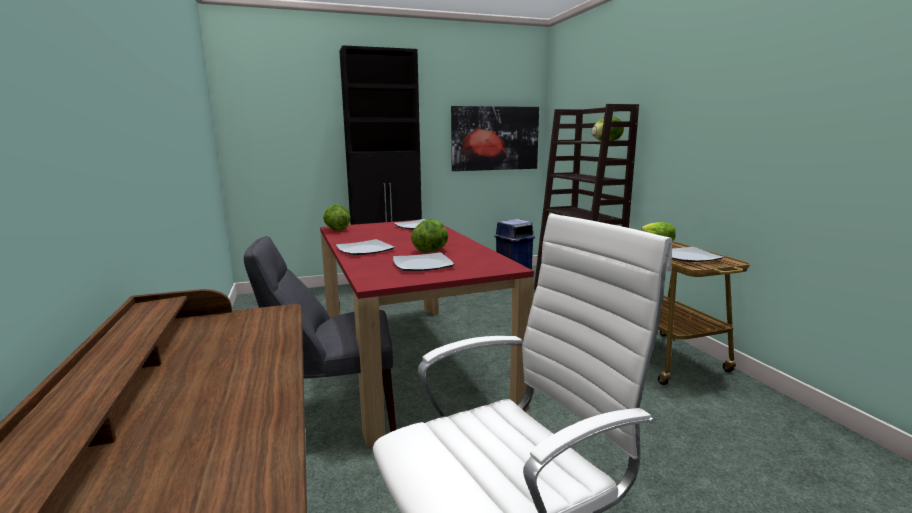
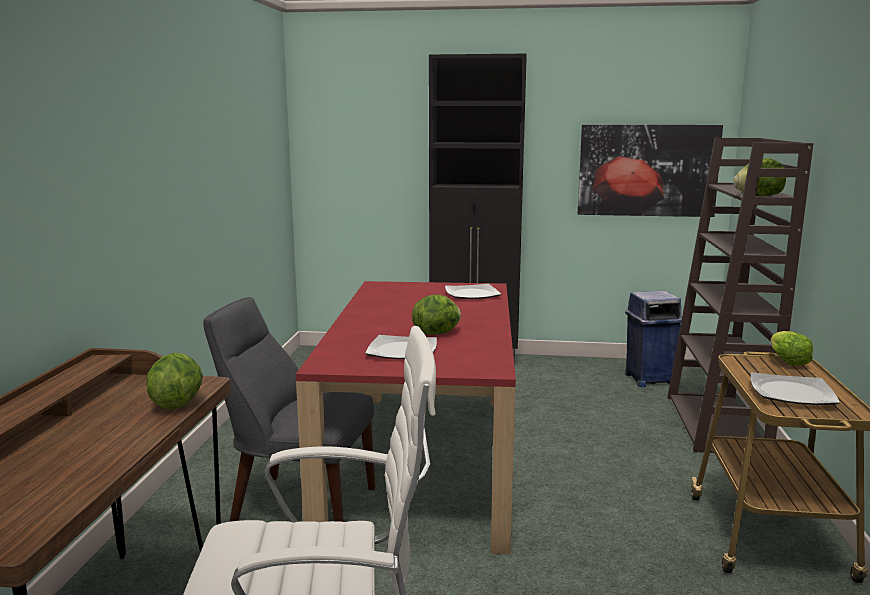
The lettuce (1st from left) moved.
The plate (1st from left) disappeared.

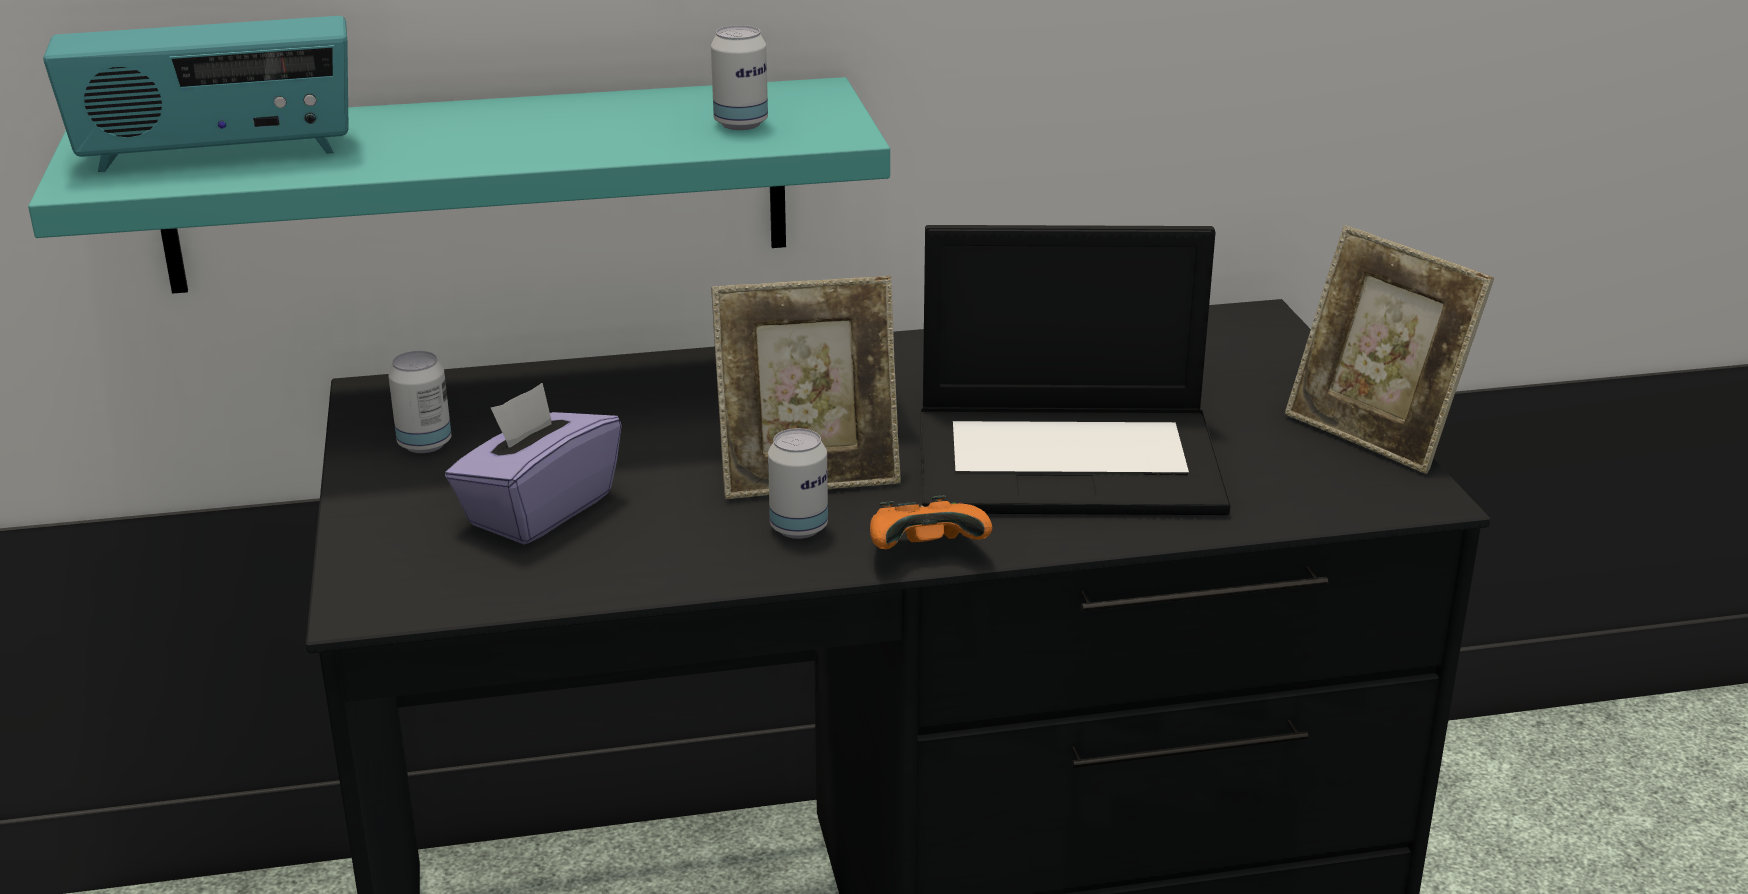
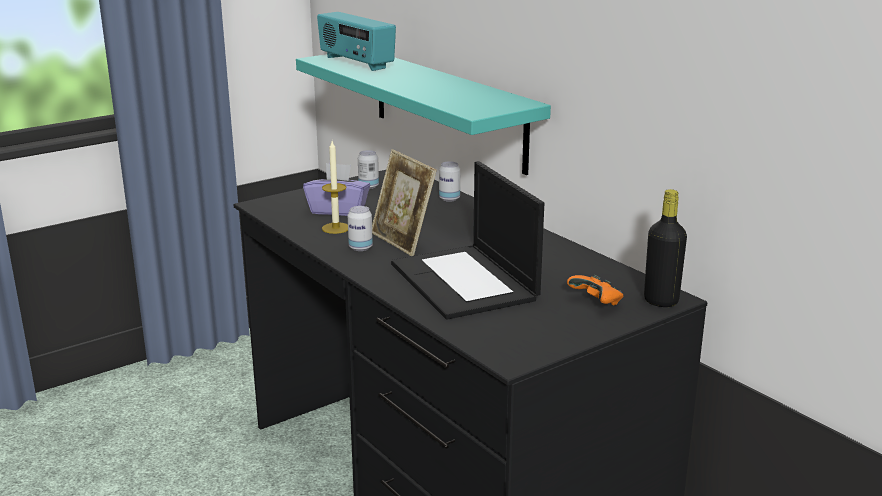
The can (2nd from left in the first image) moved.
The game controller in orange moved.
The picture frame (2nd from left) disappeared.
The candle appeared.
The bottle in black appeared.

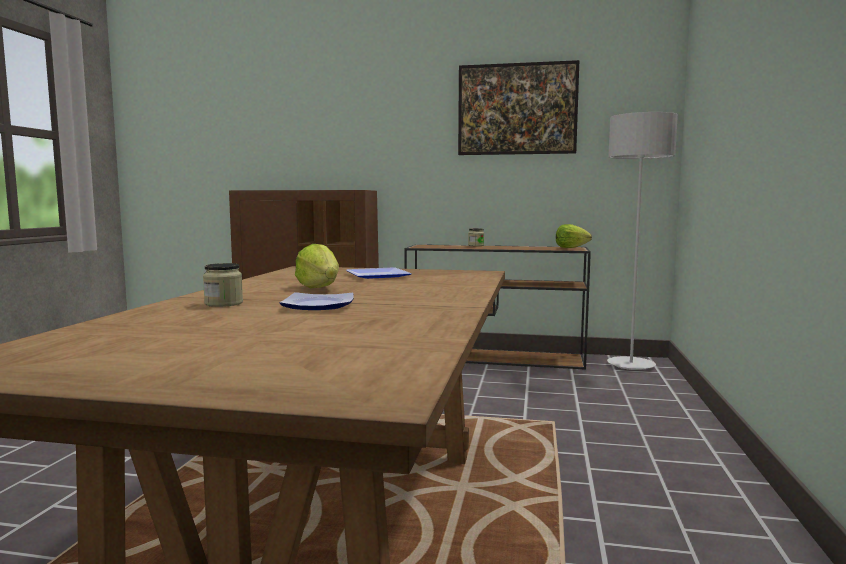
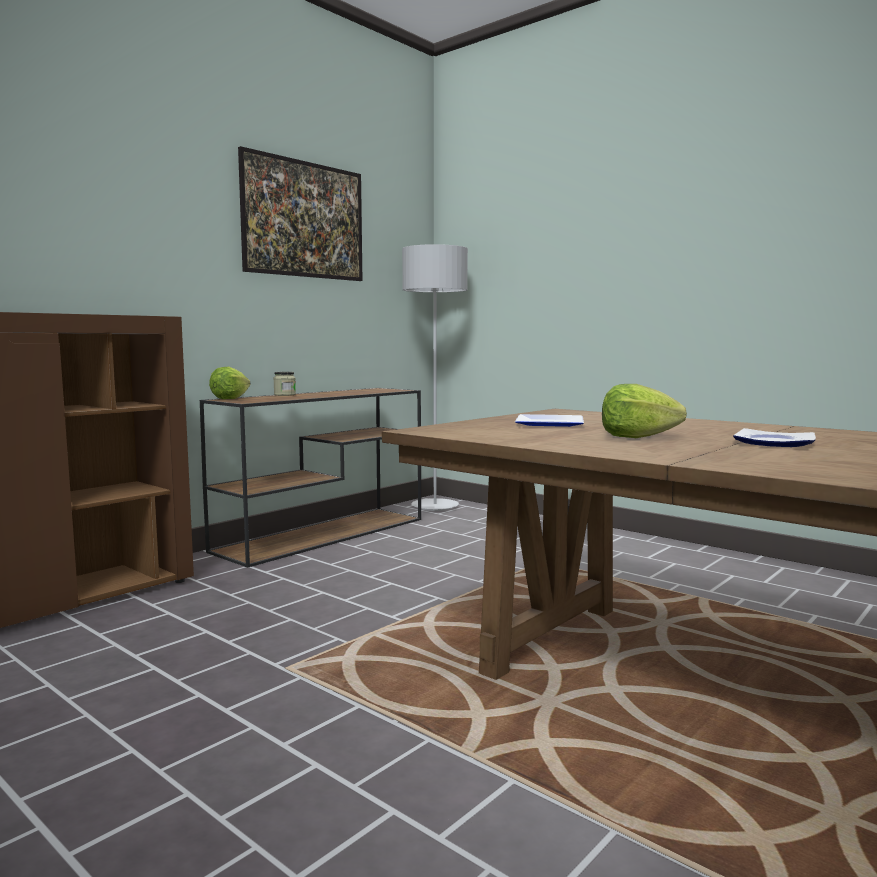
The jar (1st from left) disappeared.
The lettuce (2nd from left in the first image) moved.

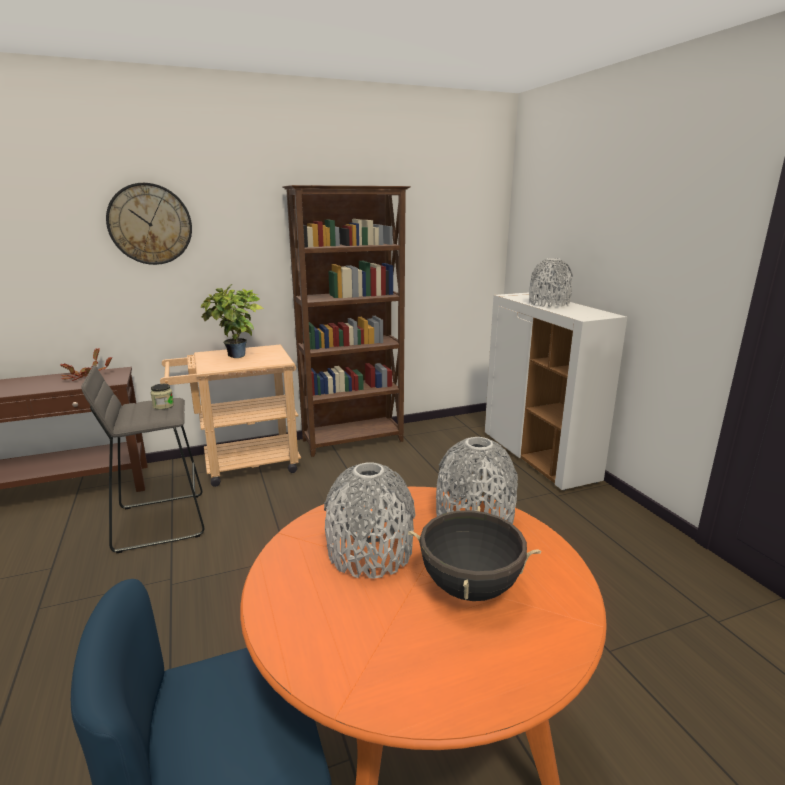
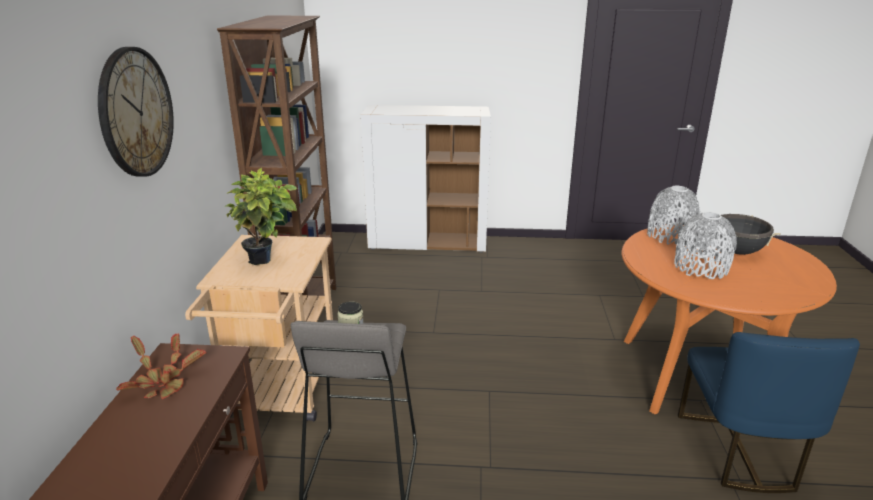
The vase in grey (3rd from left) disappeared.

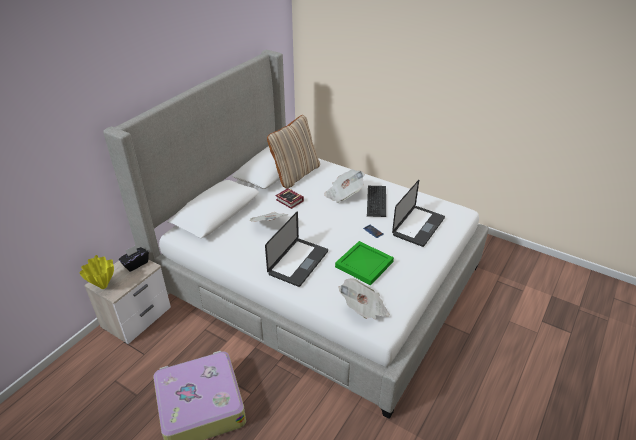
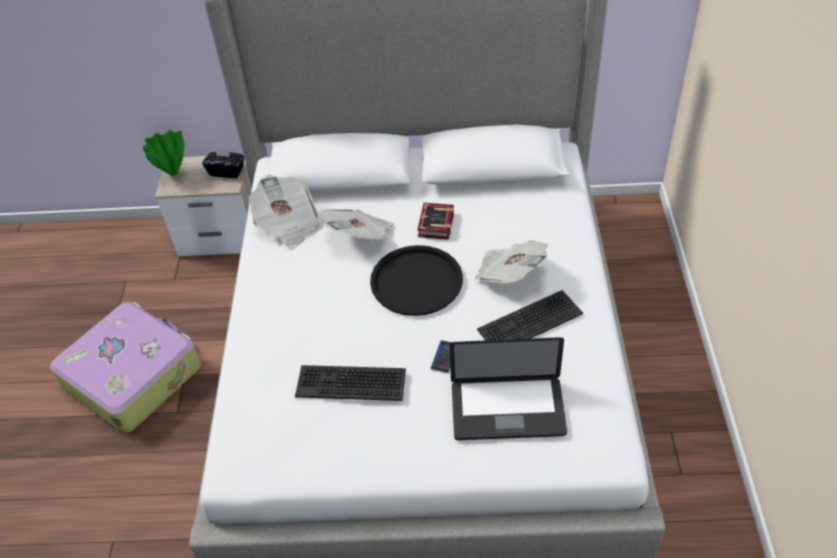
The vase in yellow became the vase in green.
The laptop (1st from left) disappeared.
The pillow in beige disappeared.
The tray in green was replaced by the keyboard (1st from left).
The newspaper (3rd from left in the first image) moved.
The tray in black appeared.

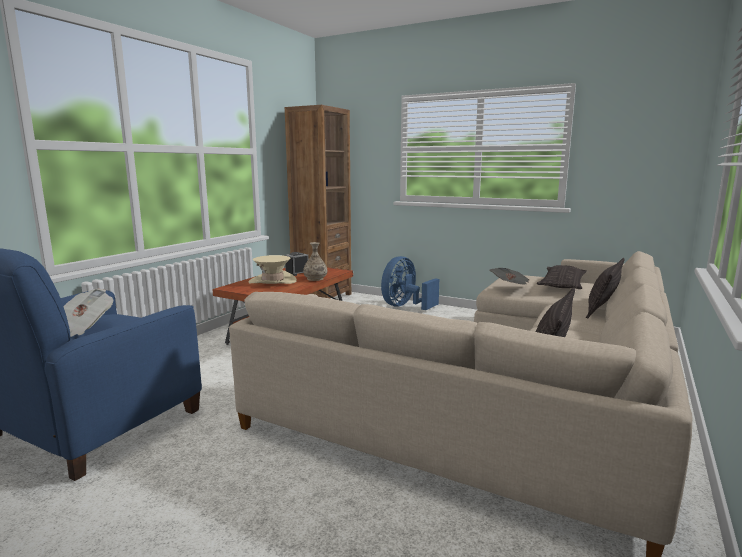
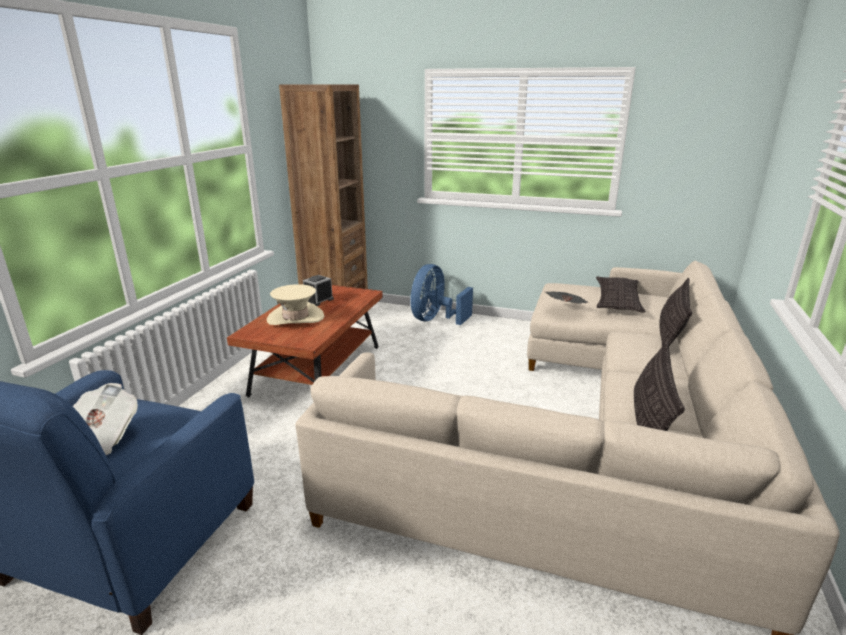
The vase disappeared.

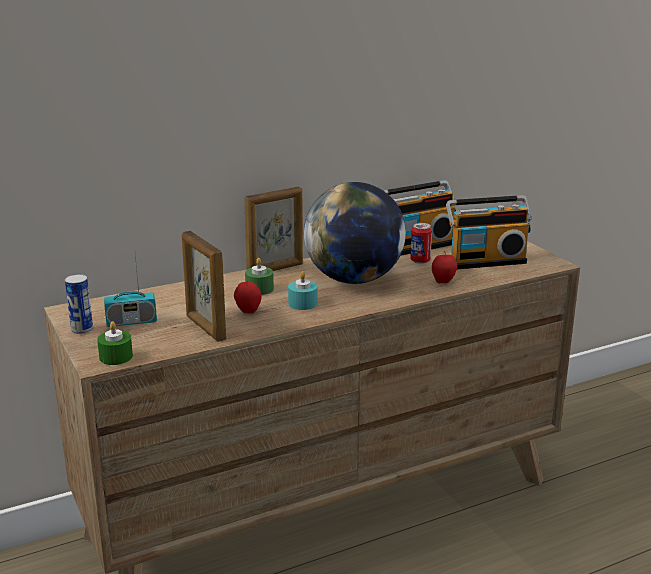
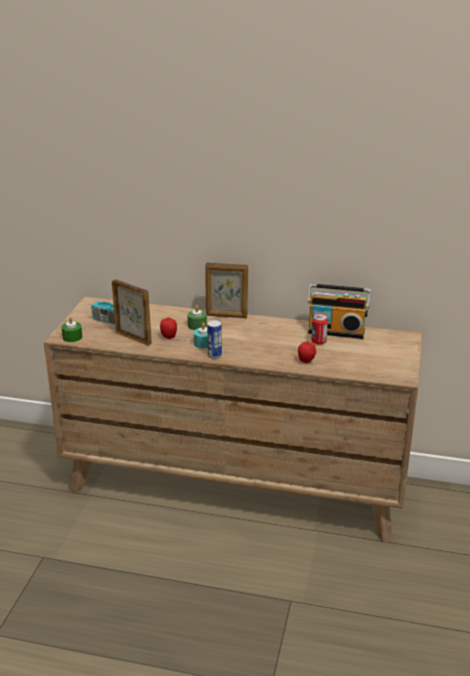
The can (1st from left) moved.
The picture frame (1st from left) turned 120 degrees clockwise.
The globe disappeared.
The radio (3rd from left) disappeared.

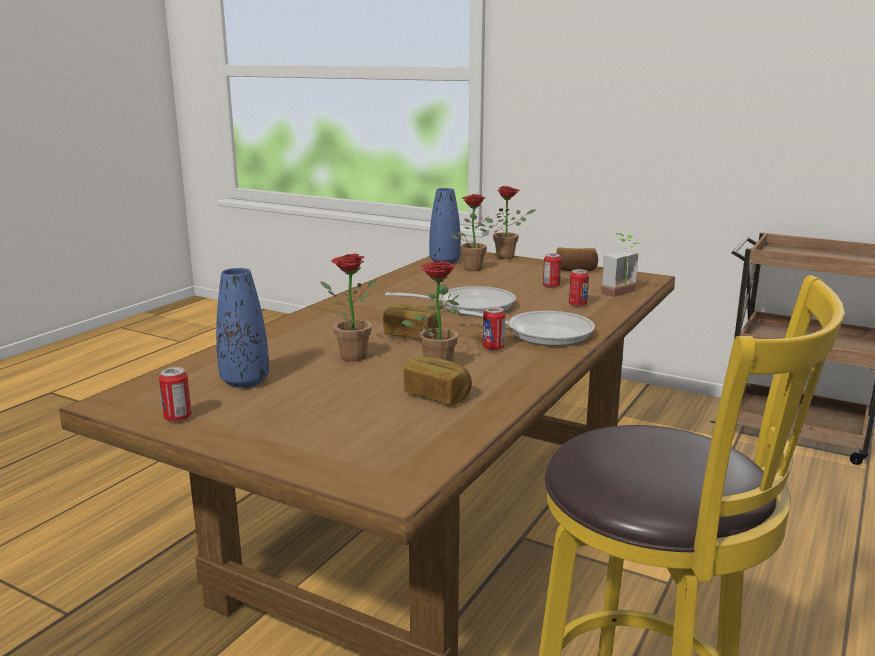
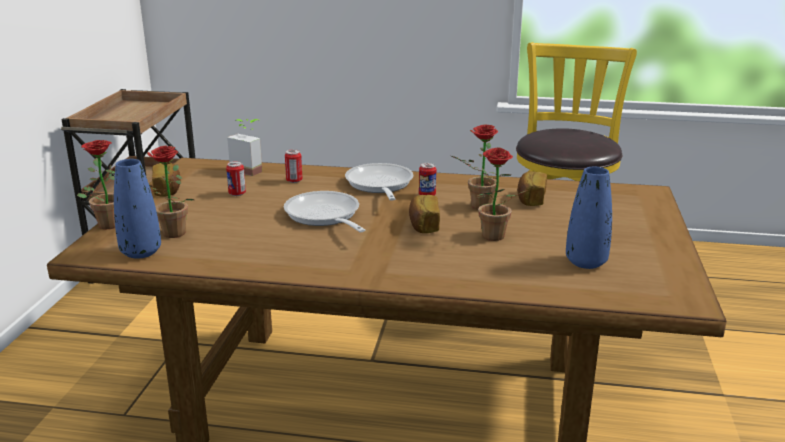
The can (1st from left) disappeared.

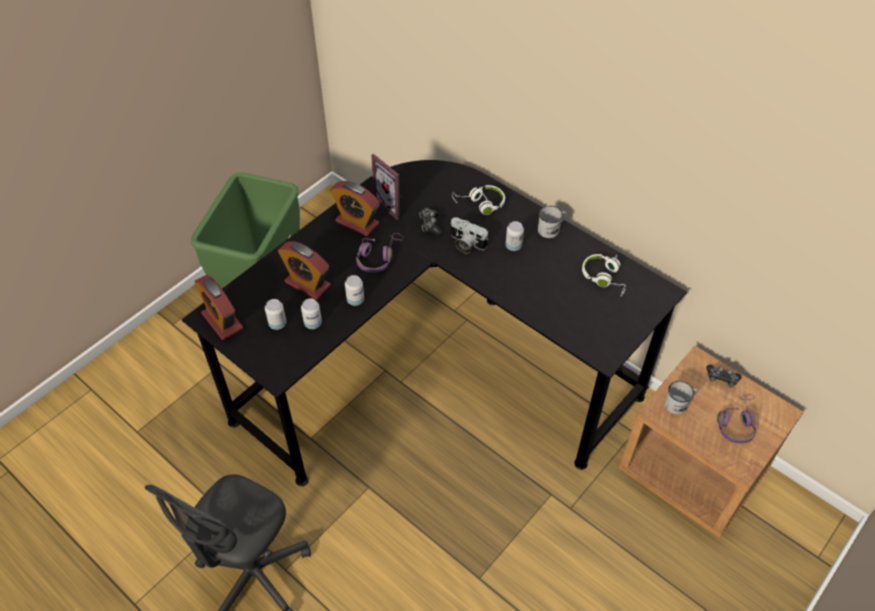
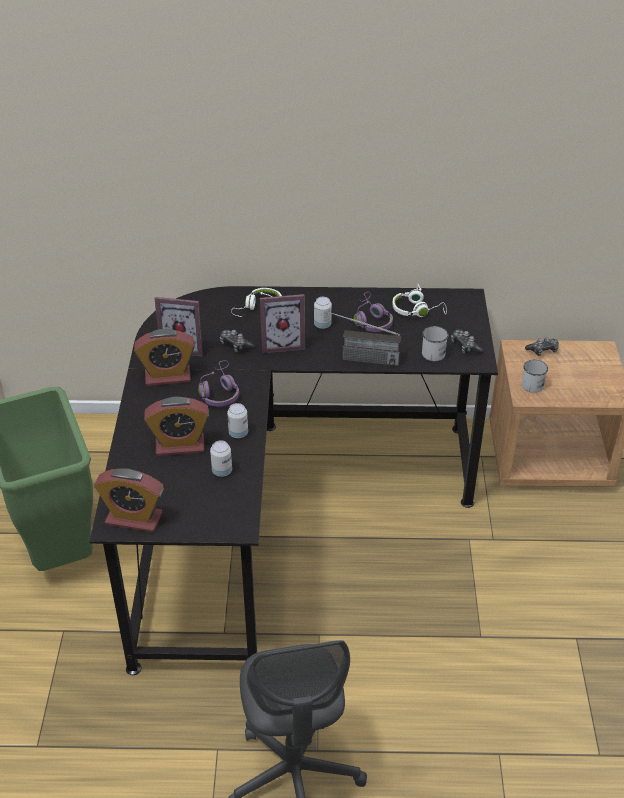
The can (1st from left) disappeared.
The photo camera was replaced by the picture frame (2nd from left).
The mug in white (1st from left) moved.
The headphones in purple (2nd from left) moved.
The radio appeared.
The game controller (2nd from left) appeared.

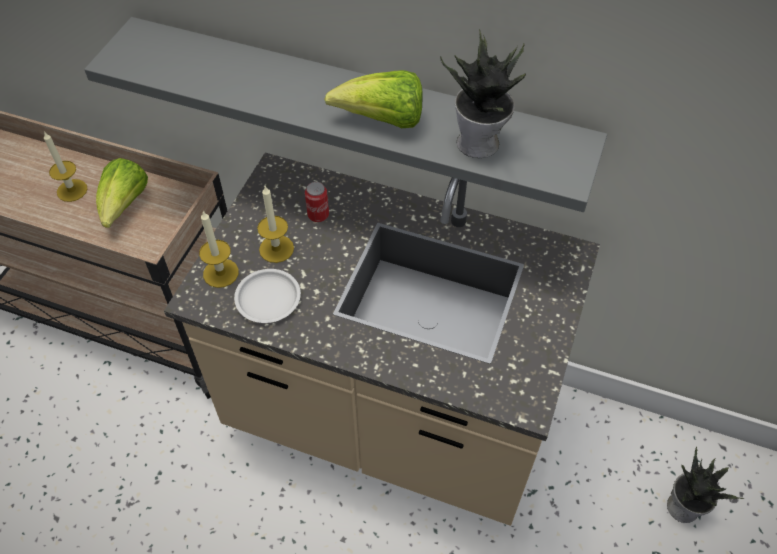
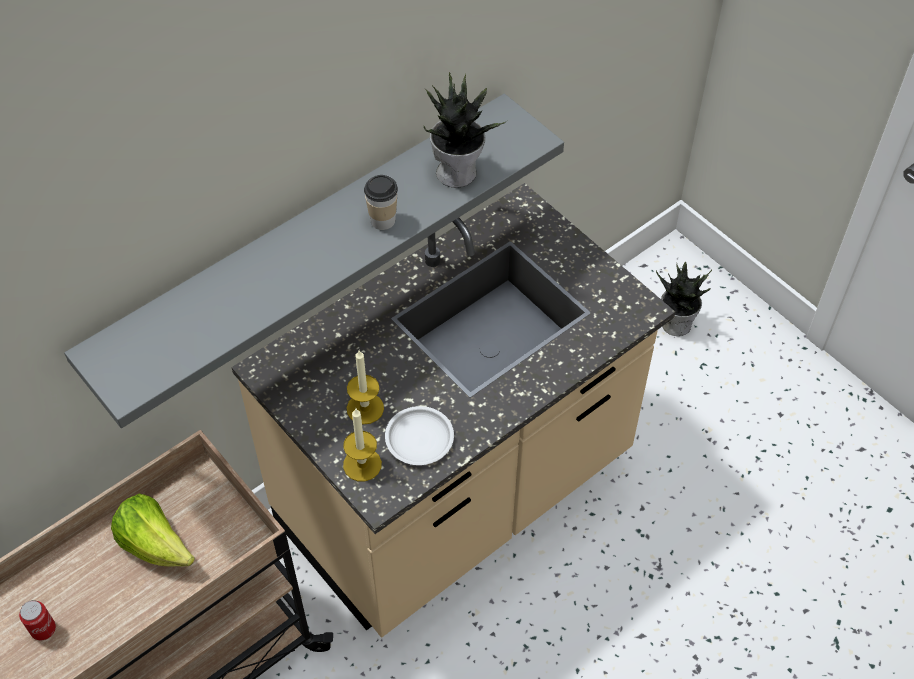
The candle (1st from left) disappeared.
The can moved.
The lettuce (2nd from left) was replaced by the cup.

